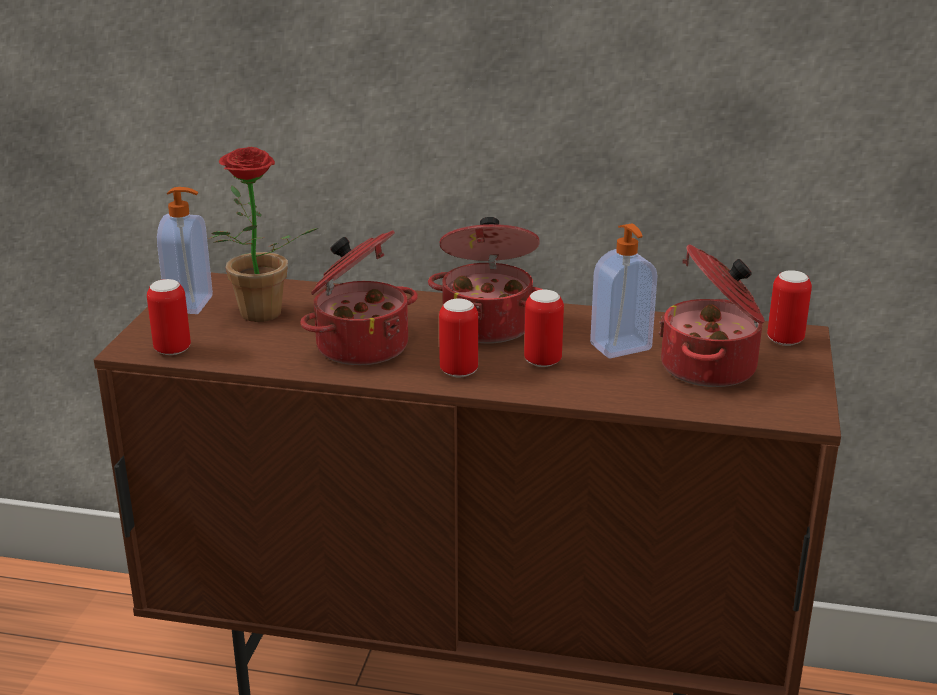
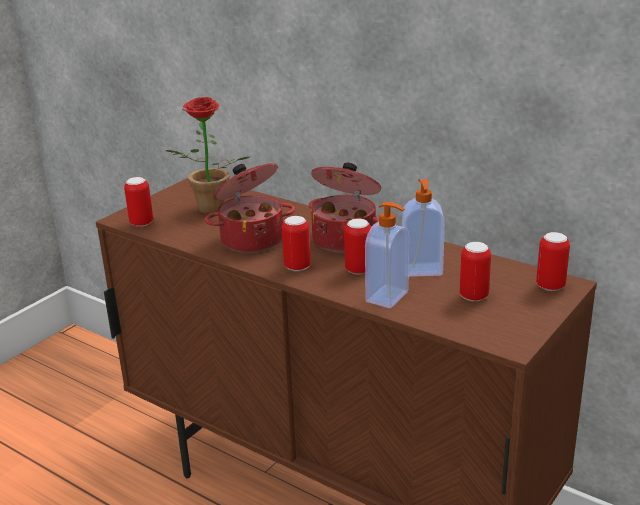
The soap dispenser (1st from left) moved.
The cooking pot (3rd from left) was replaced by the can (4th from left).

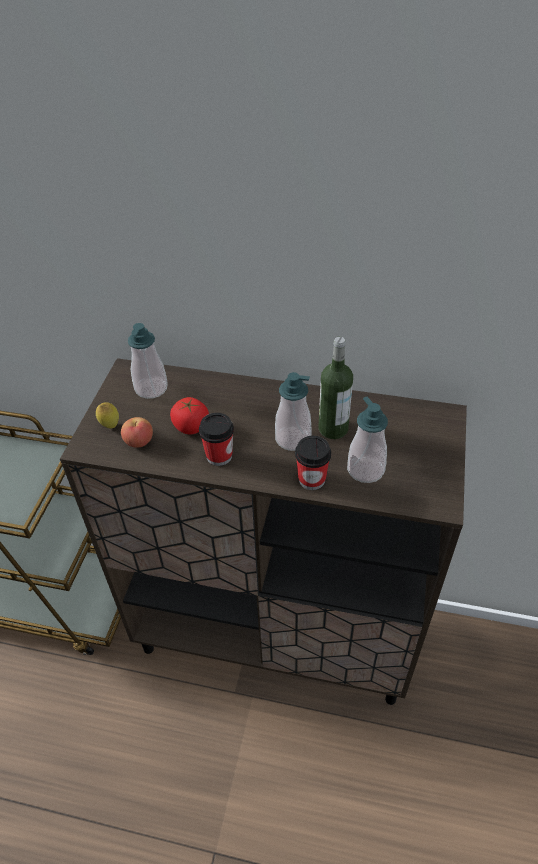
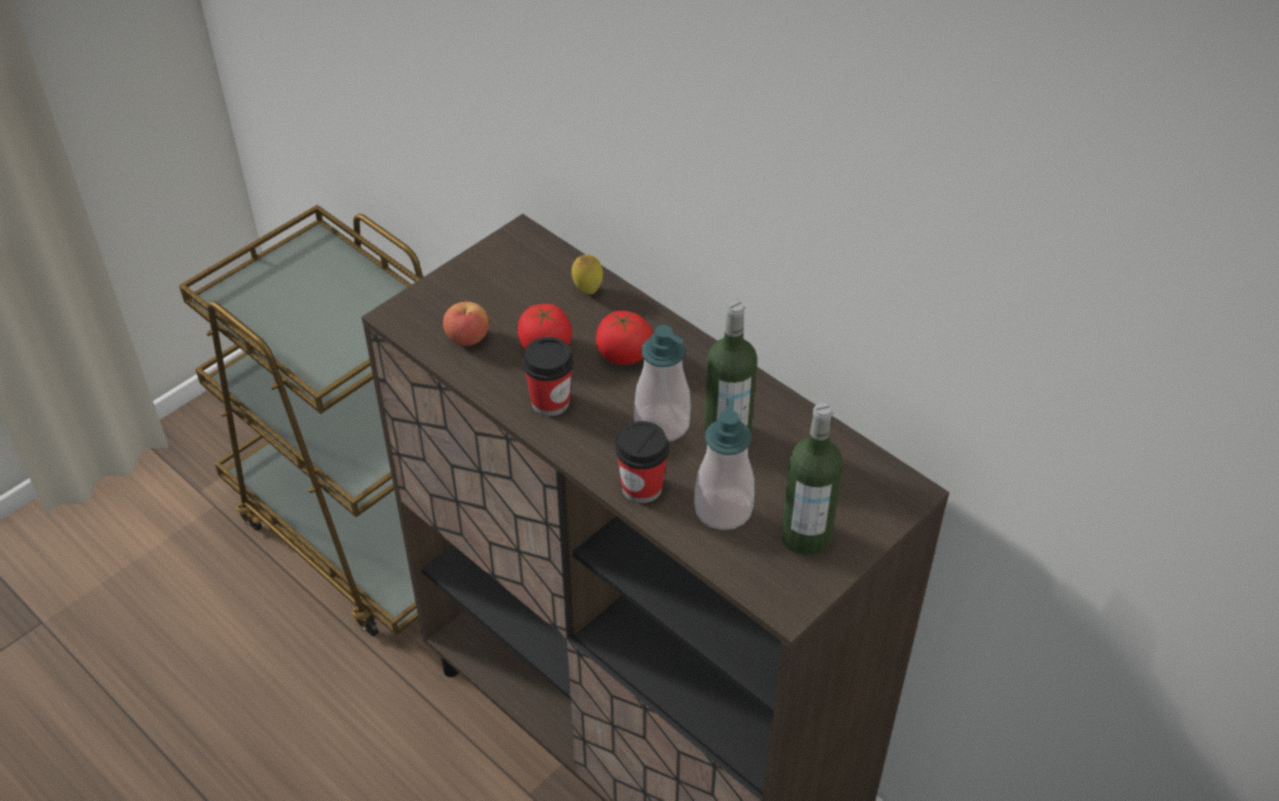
The lemon moved.
The soap dispenser (1st from left) disappeared.
The tomato (2nd from left) appeared.
The bottle (2nd from left) appeared.

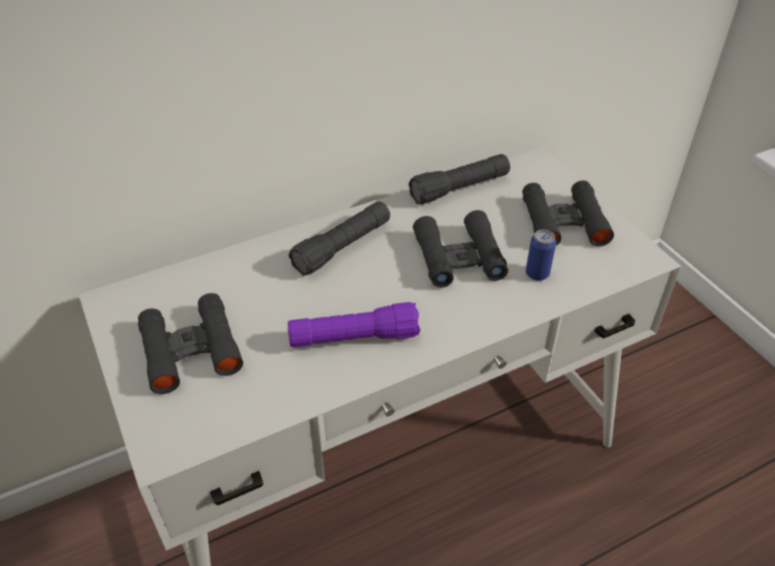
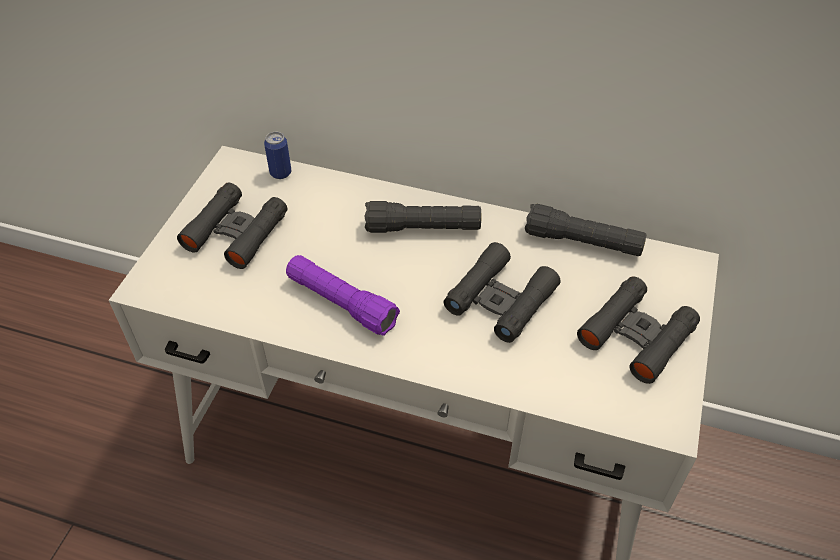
The can moved.

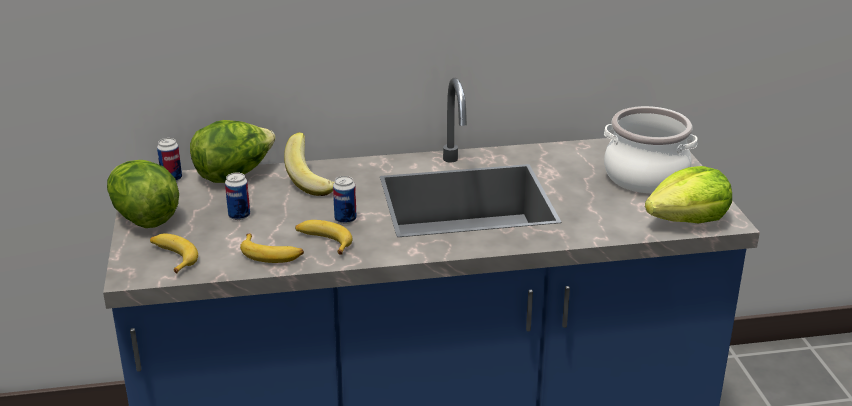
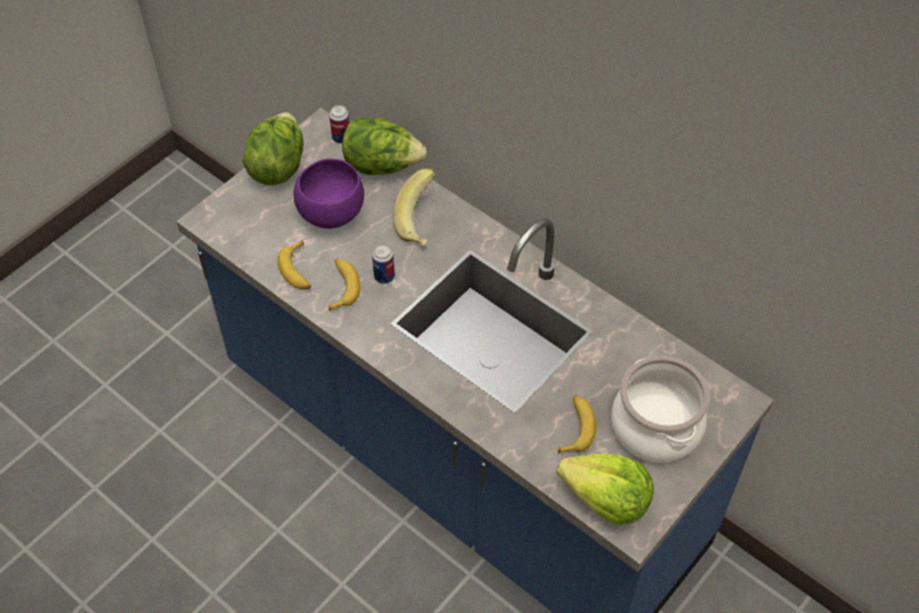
The banana (1st from left in the first image) moved.
The can (2nd from left) was replaced by the bowl in purple.

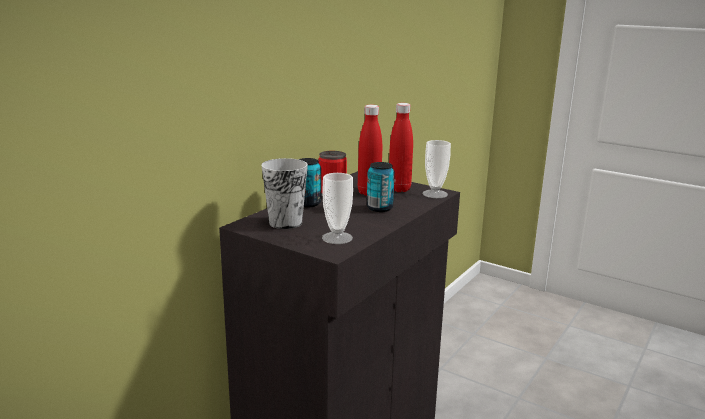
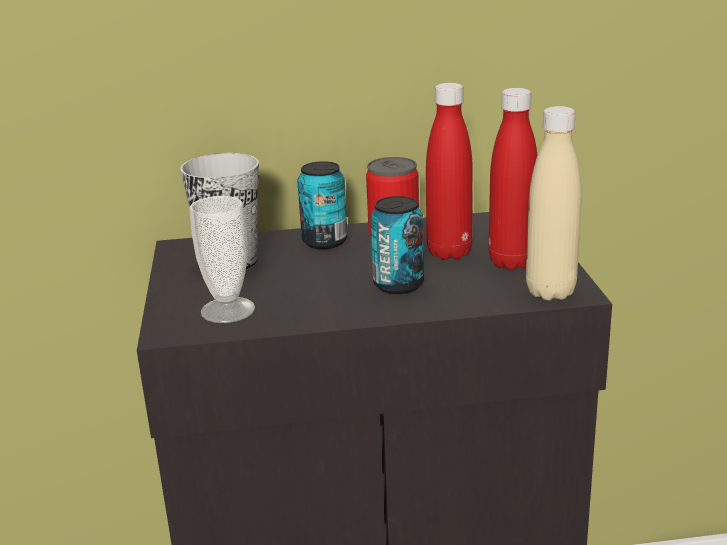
The cup (3rd from left) was replaced by the bottle in beige.

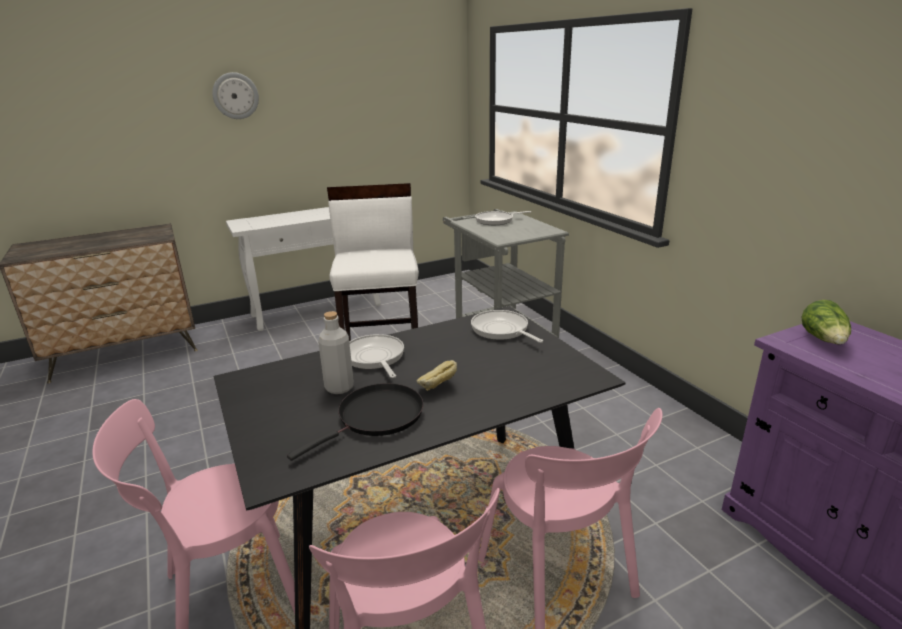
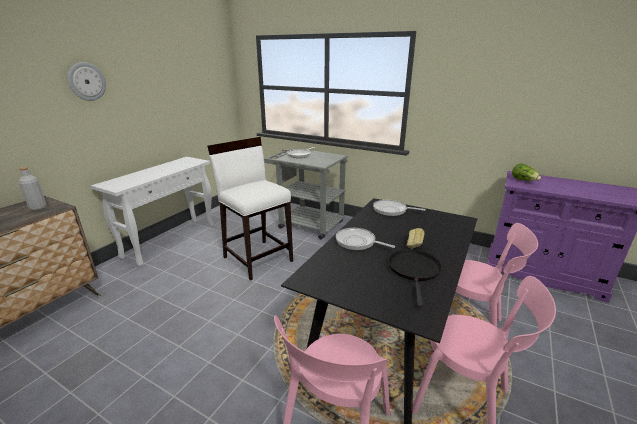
The bottle in grey moved.

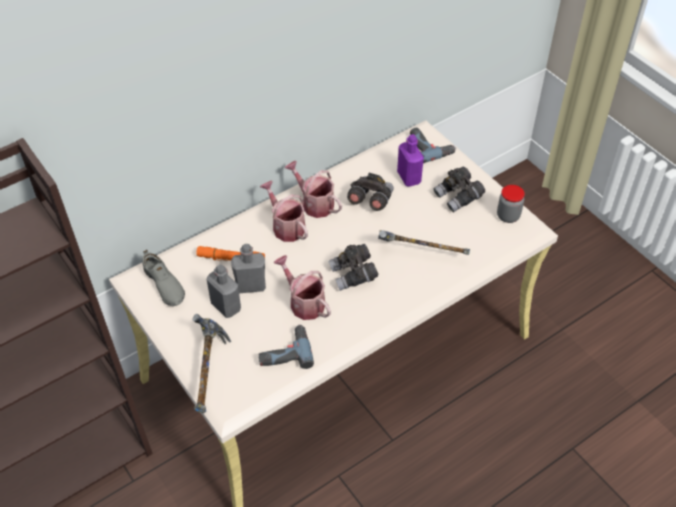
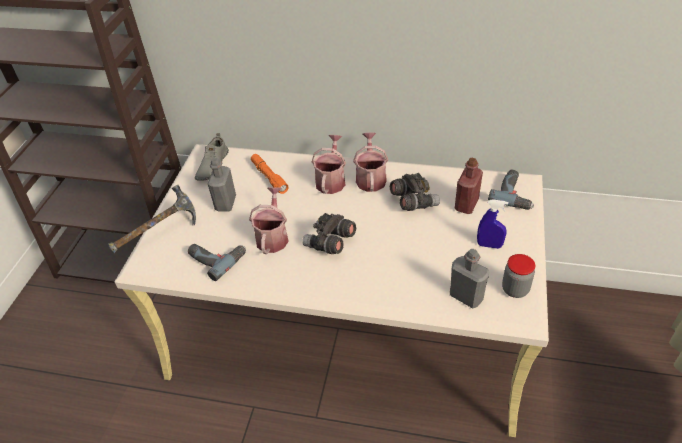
The bottle in grey (2nd from left) moved.
The hammer (2nd from left) disappeared.
The bottle in purple became the bottle in red.
The binoculars in grey (3rd from left) was replaced by the spray bottle in blue.

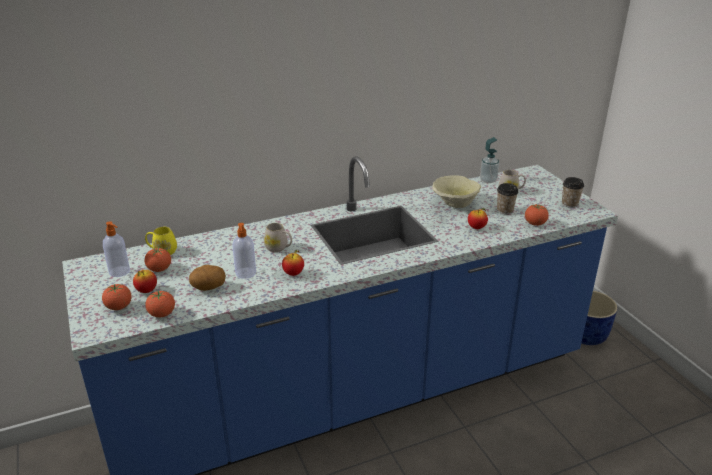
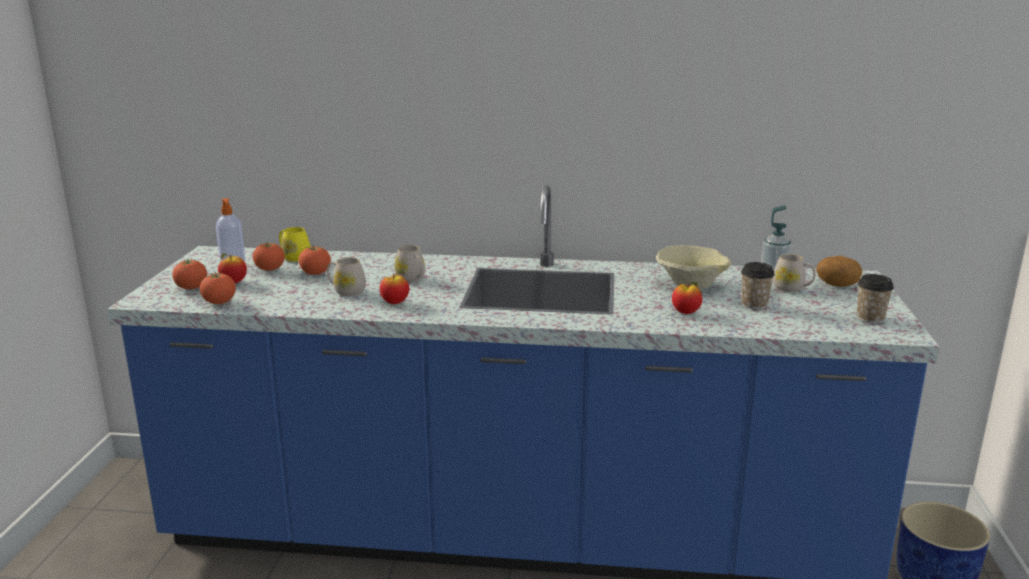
The potato moved.
The soap dispenser (2nd from left) was replaced by the mug in white (1st from left).
The tomato (4th from left) moved.

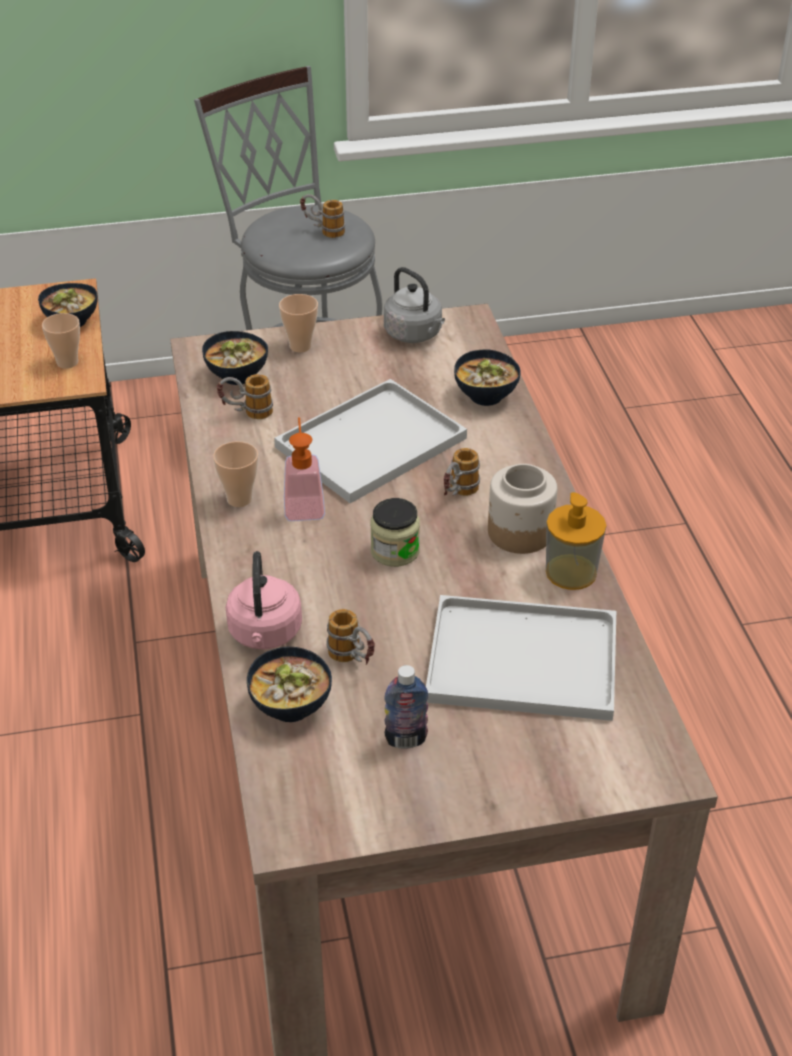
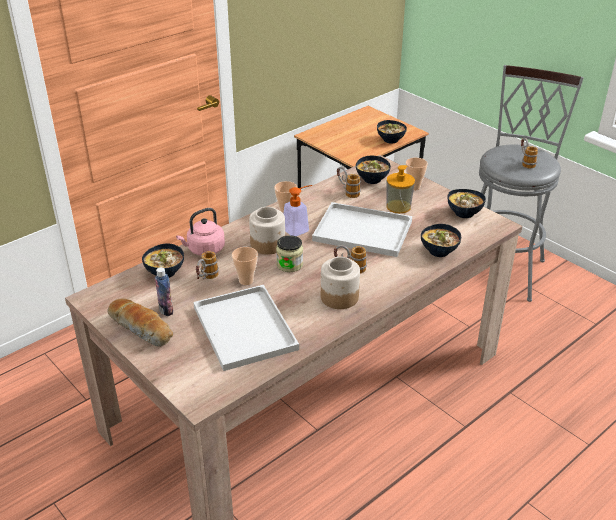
The cup (1st from left) moved.
The kettle in grey was replaced by the bowl (5th from left).
The soap dispenser (2nd from left) moved.
The bread appeared.
The jar (1st from left) appeared.

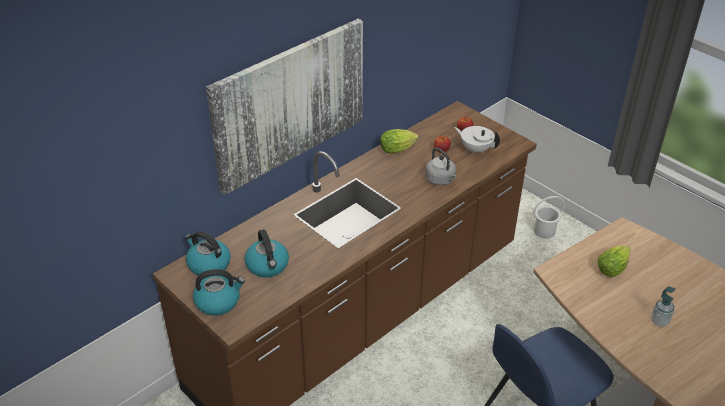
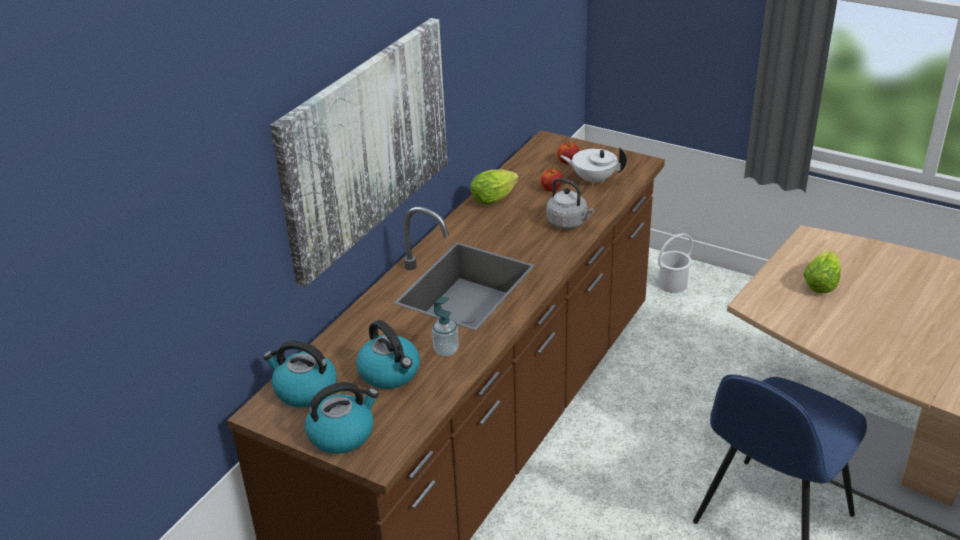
The soap dispenser moved.

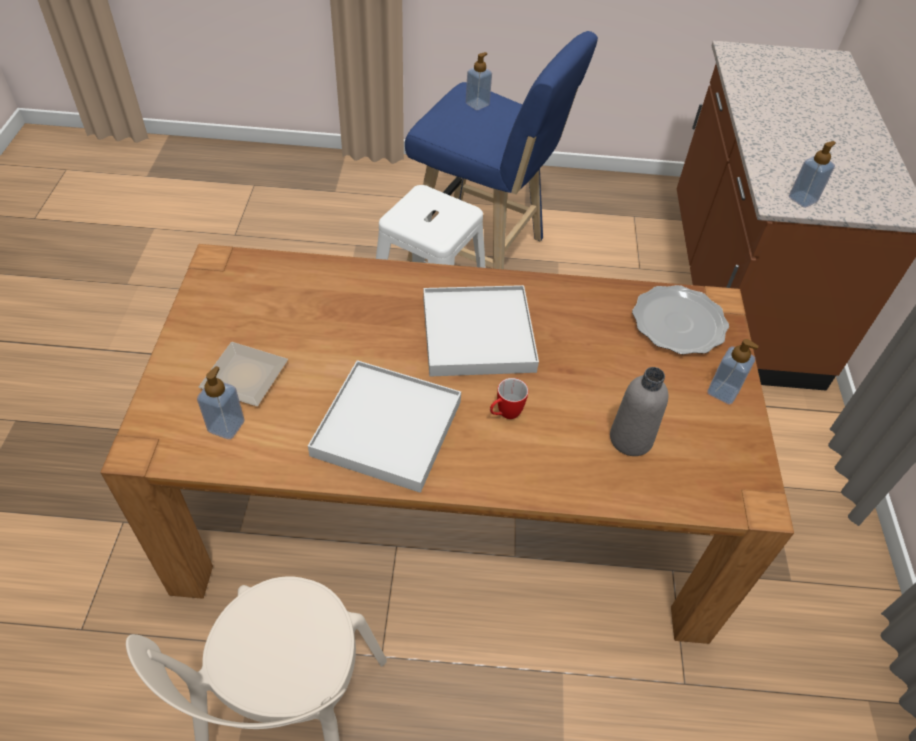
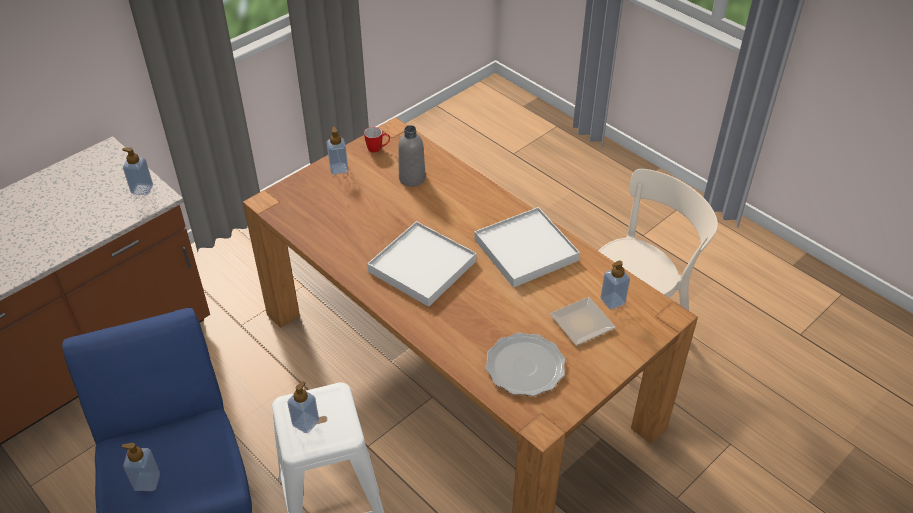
The mug moved.
The plate (2nd from left in the first image) moved.
The soap dispenser (3rd from left) appeared.

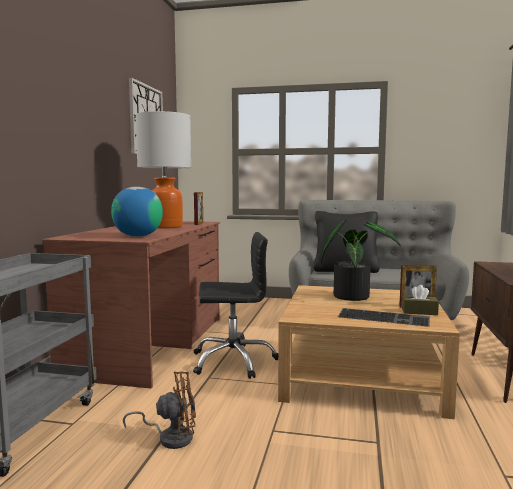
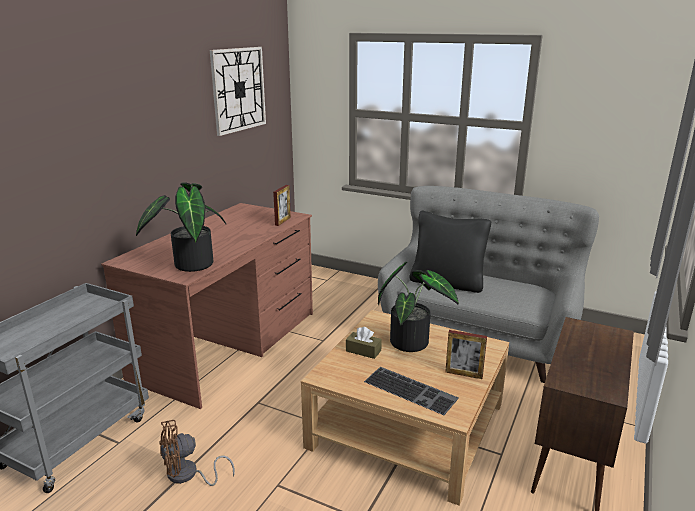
The globe was replaced by the potted plant (1st from left).
The fan in brown turned 150 degrees clockwise.
The table lamp disappeared.
The office chair in black disappeared.
The tissue box in brown moved.

